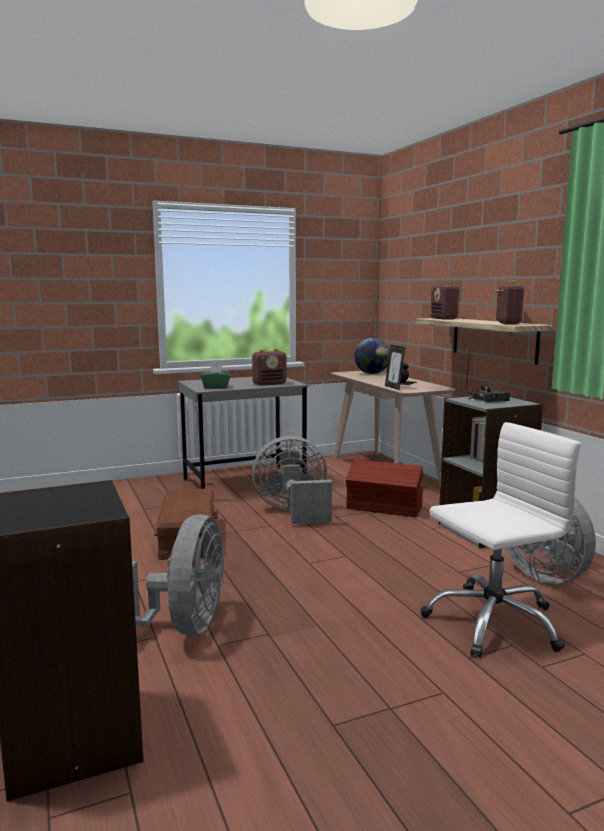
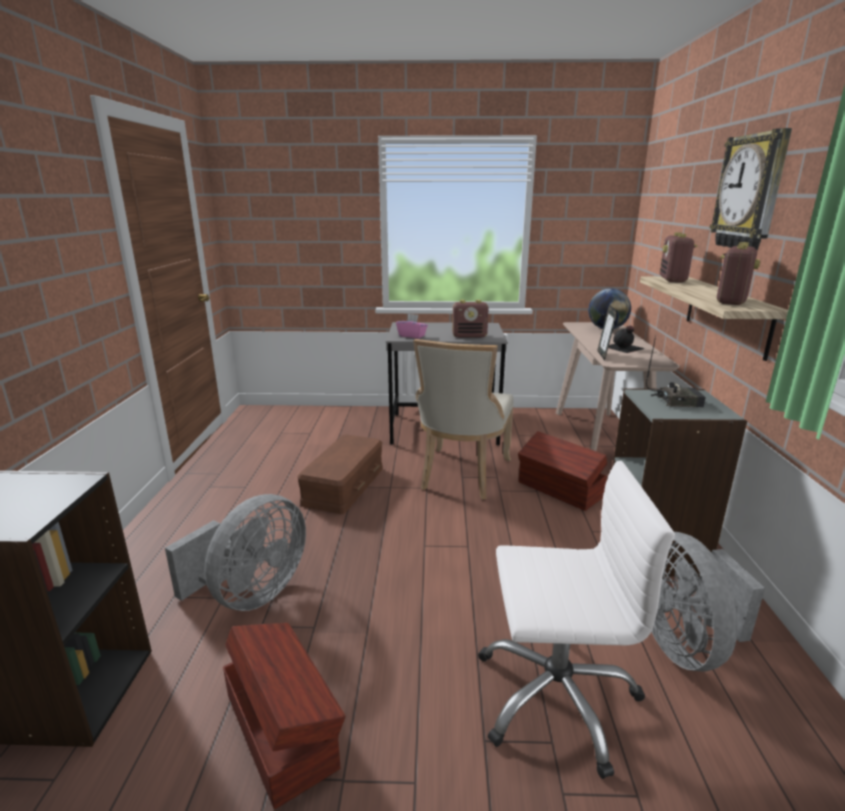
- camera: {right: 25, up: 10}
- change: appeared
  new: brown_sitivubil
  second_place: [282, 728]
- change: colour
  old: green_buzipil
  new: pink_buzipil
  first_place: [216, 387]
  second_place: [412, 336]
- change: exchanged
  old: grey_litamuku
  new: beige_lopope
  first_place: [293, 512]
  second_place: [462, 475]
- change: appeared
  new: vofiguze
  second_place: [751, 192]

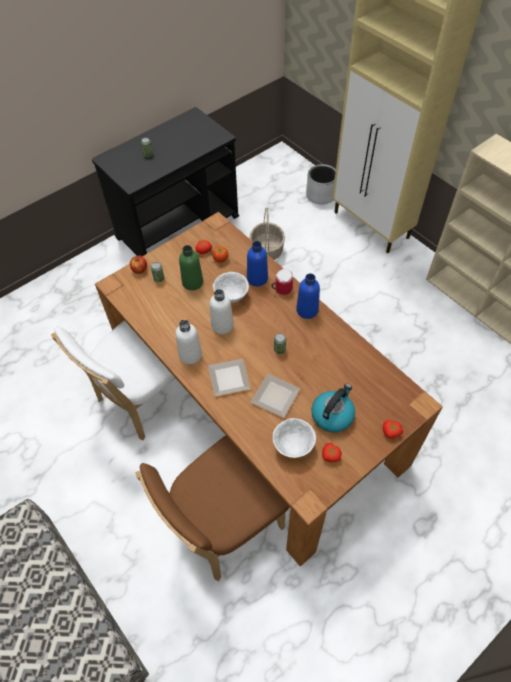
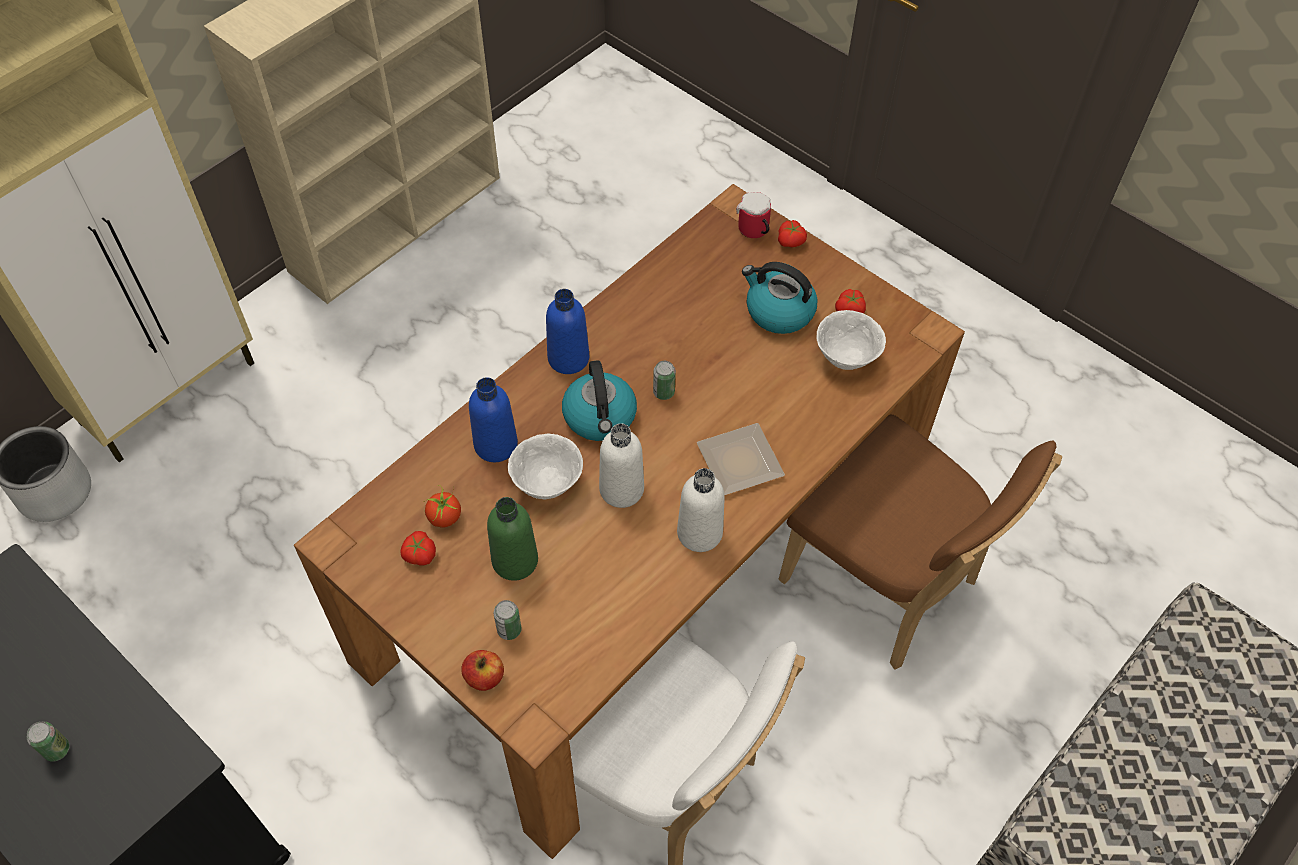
- camera: {right: -100, up: 0}
- change: appeared
  new: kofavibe
  second_place: [600, 417]
- change: relocated
  old: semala
  first_place: [281, 289]
  second_place: [754, 231]
- change: missing
  old: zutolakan
  first_place: [266, 250]
- change: missing
  old: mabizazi
  first_place: [275, 395]

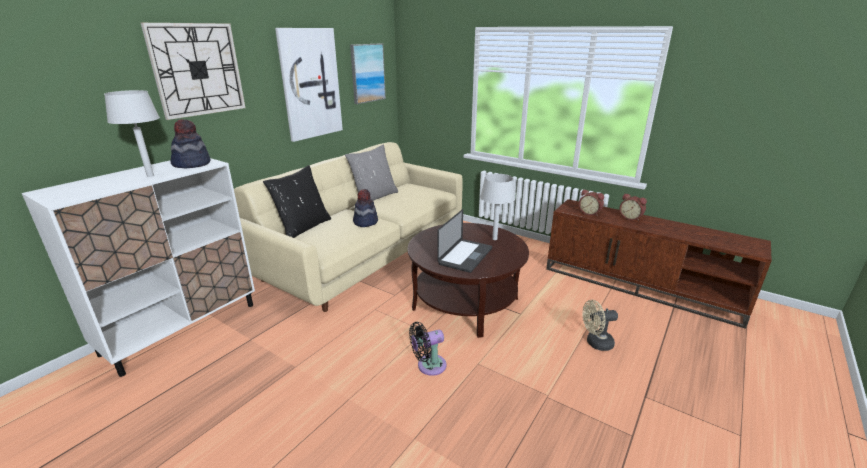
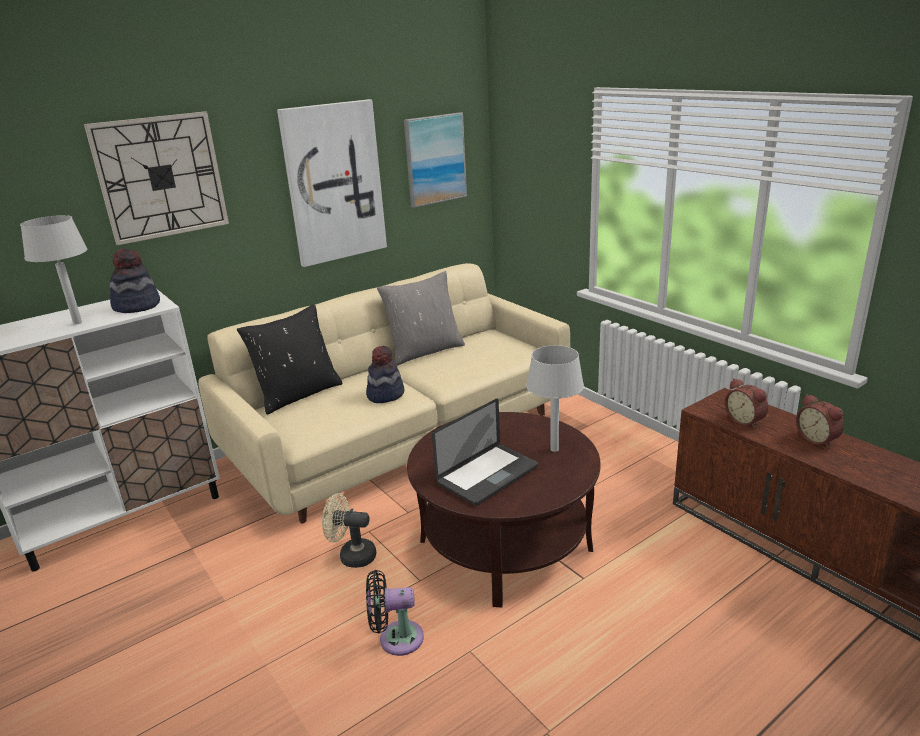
- camera: {right: 20, up: 0}
- change: relocated
  old: beige_litamuku
  first_place: [595, 343]
  second_place: [352, 556]

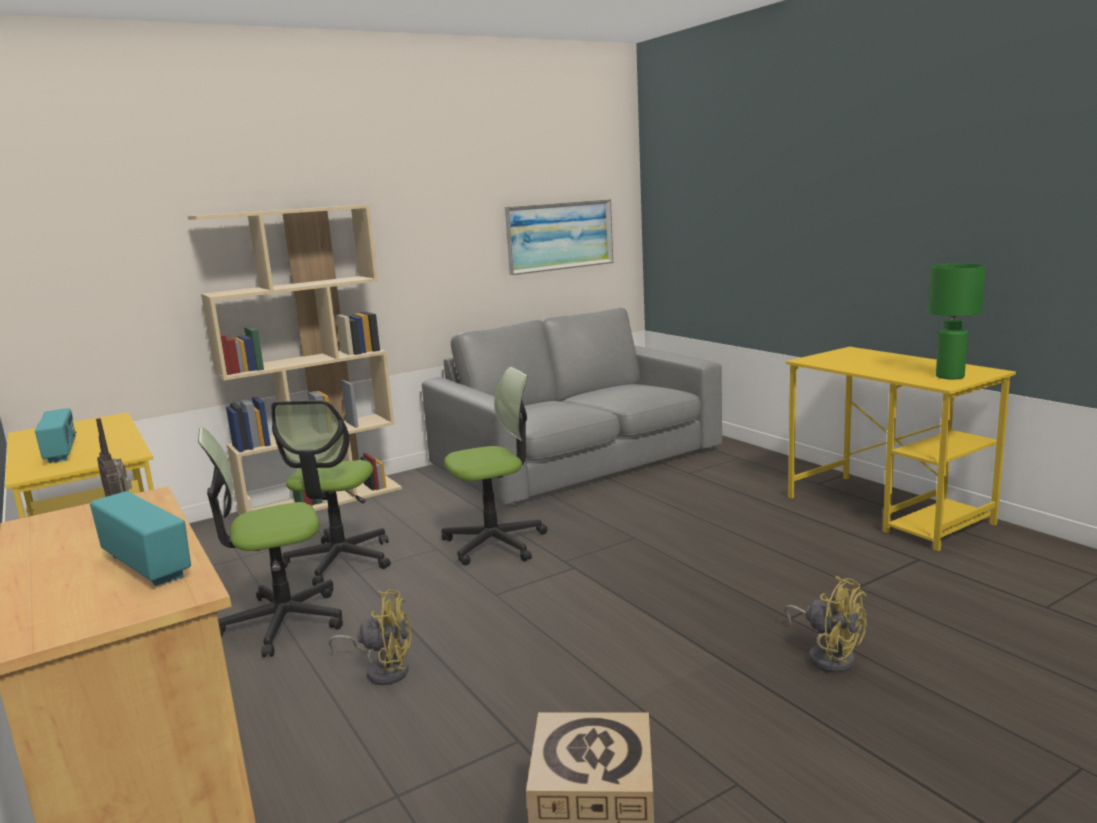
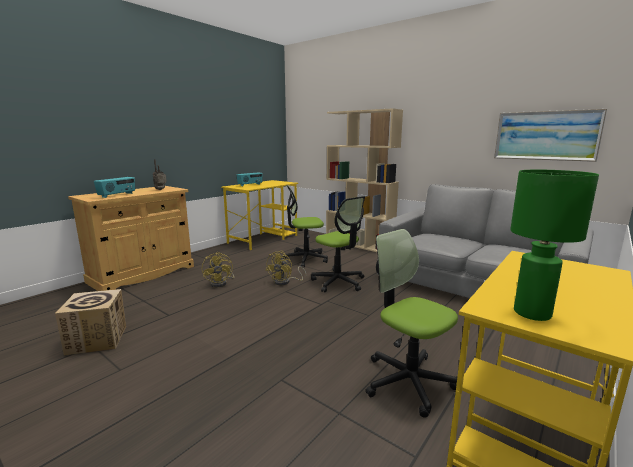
- camera: {right: 70, up: 0}
- change: relocated
  old: yellow_litamuku
  first_place: [828, 655]
  second_place: [285, 282]
- change: relocated
  old: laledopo
  first_place: [282, 622]
  second_place: [408, 381]

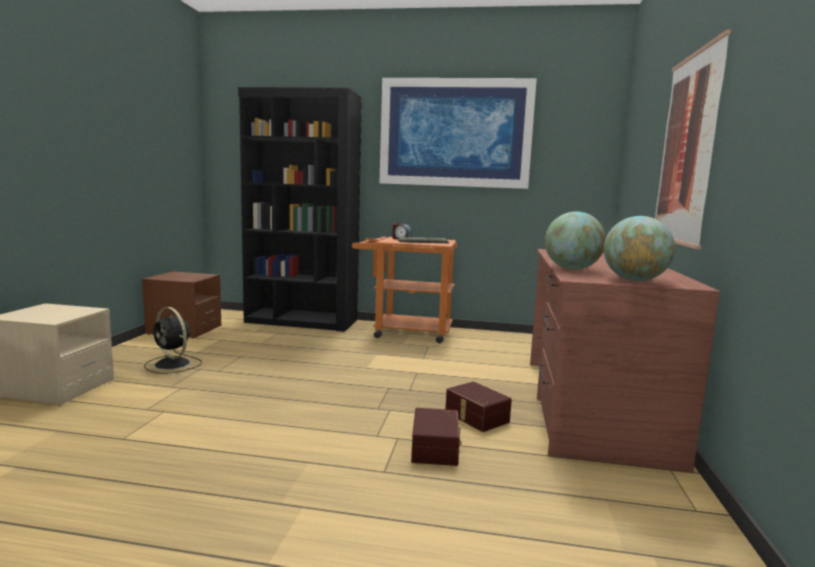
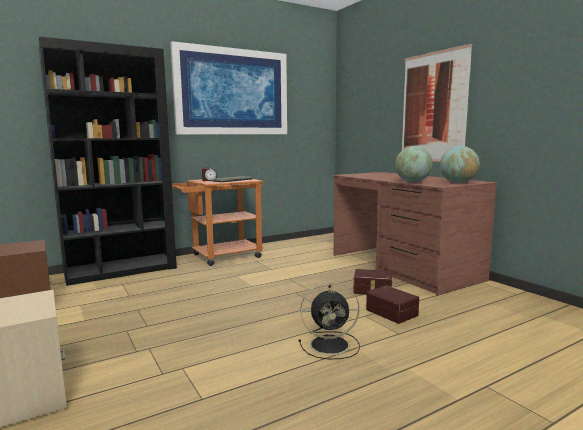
- camera: {right: -40, up: 0}
- change: relocated
  old: black_litamuku
  first_place: [173, 365]
  second_place: [331, 345]

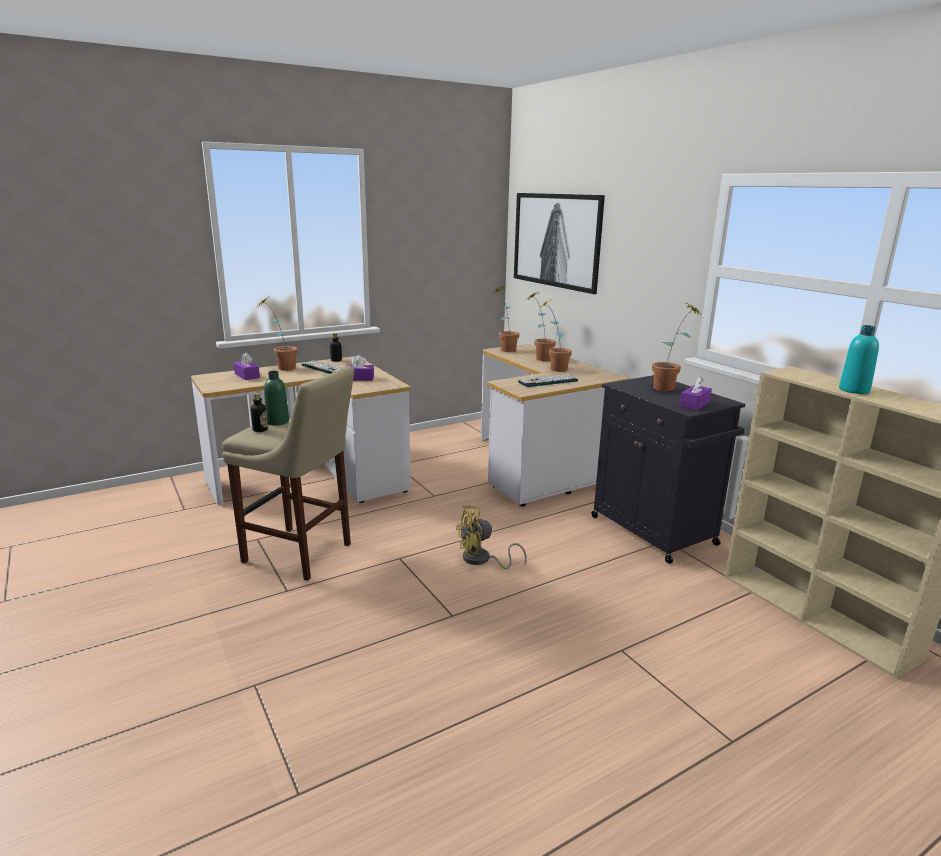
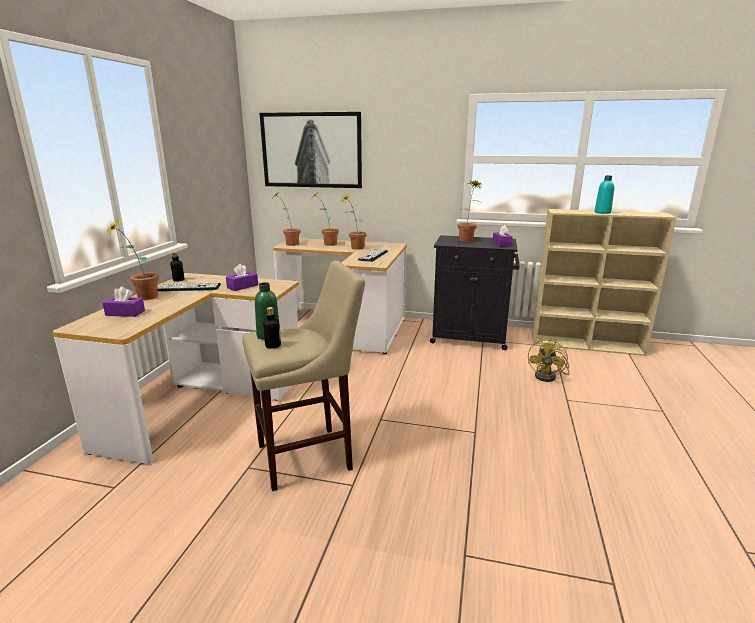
- camera: {right: -45, up: 0}
- change: relocated
  old: yellow_litamuku
  first_place: [482, 560]
  second_place: [549, 377]

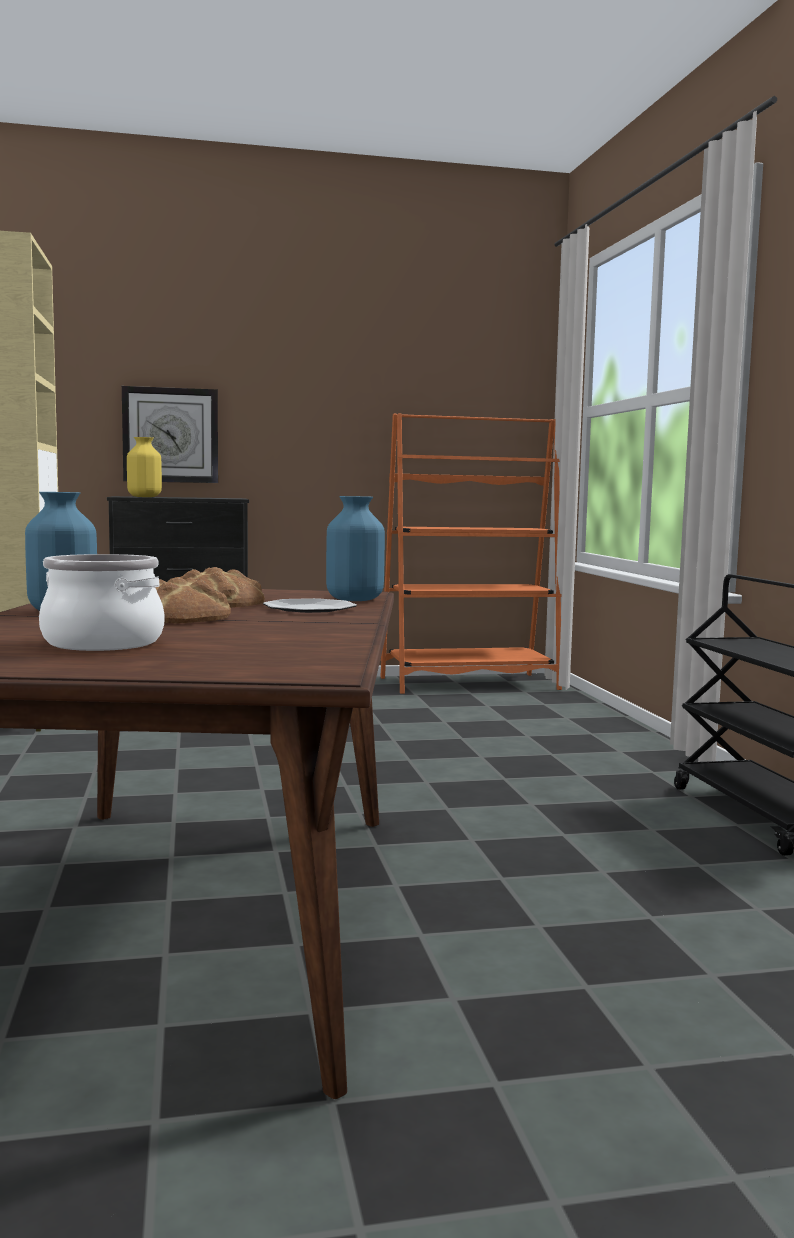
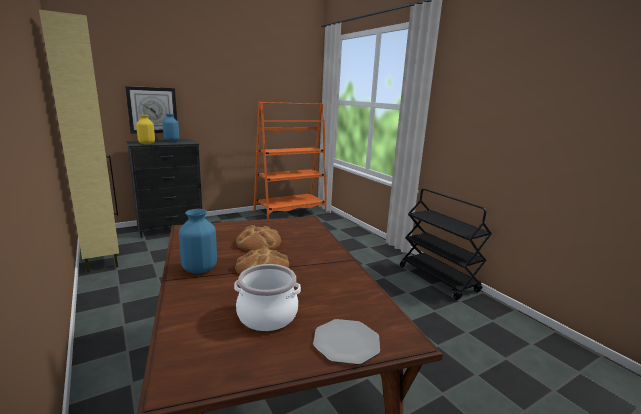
- camera: {right: -20, up: 10}
- change: relocated
  old: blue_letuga
  first_place: [354, 599]
  second_place: [171, 140]
- change: relocated
  old: mabizazi
  first_place: [309, 609]
  second_place: [346, 342]

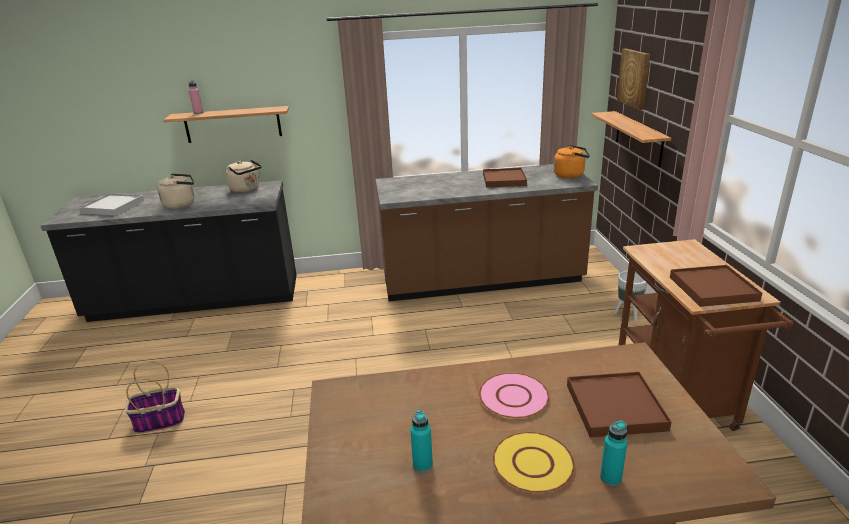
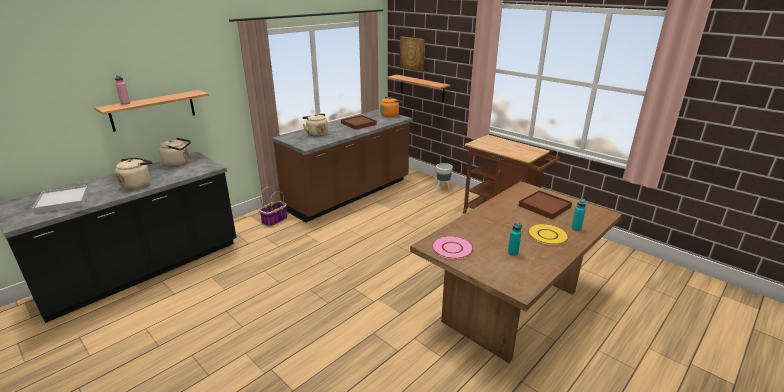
- camera: {right: -40, up: 0}
- change: relocated
  old: zutolakan
  first_place: [158, 422]
  second_place: [274, 220]
- change: appeared
  new: beige_kofavibe
  second_place: [316, 134]
- change: relocated
  old: pink_mabizazi
  first_place: [513, 396]
  second_place: [452, 248]
- change: missing
  old: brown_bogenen
  first_place: [712, 289]

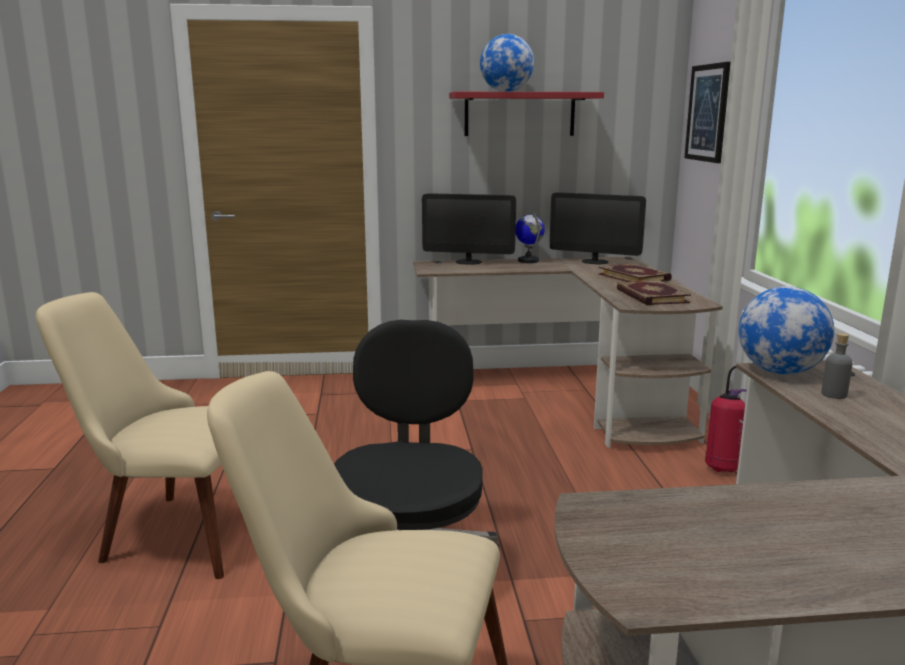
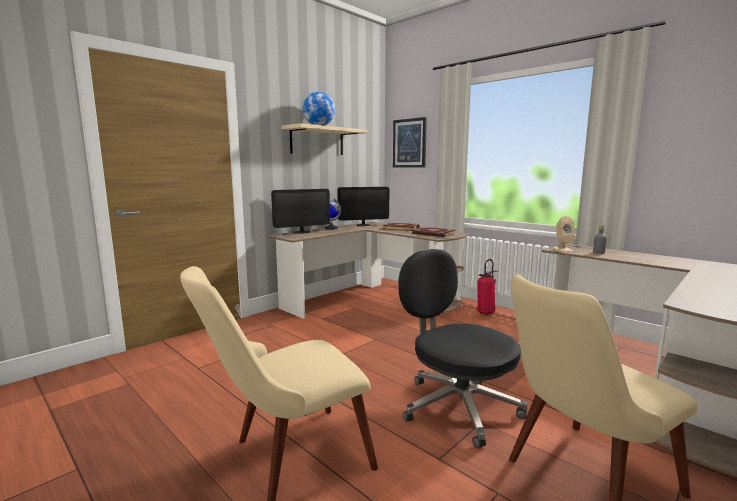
- camera: {right: -40, up: -5}
- change: colour
  old: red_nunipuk
  new: beige_nunipuk
  first_place: [519, 114]
  second_place: [317, 141]
- change: exchanged
  old: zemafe
  new: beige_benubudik
  first_place: [779, 372]
  second_place: [562, 249]

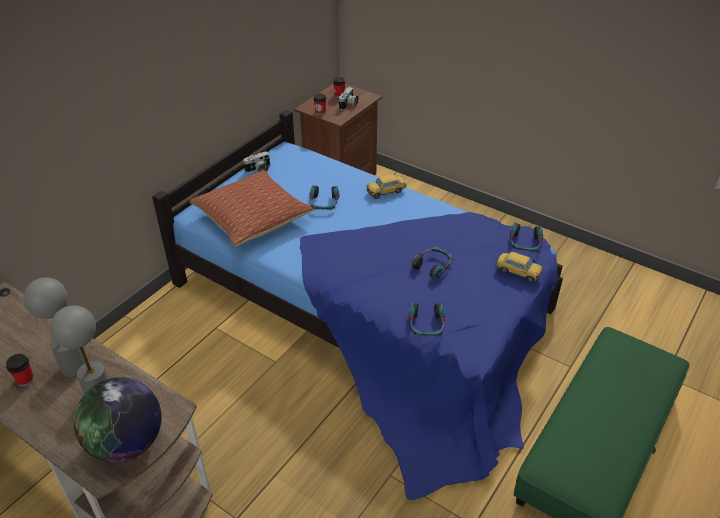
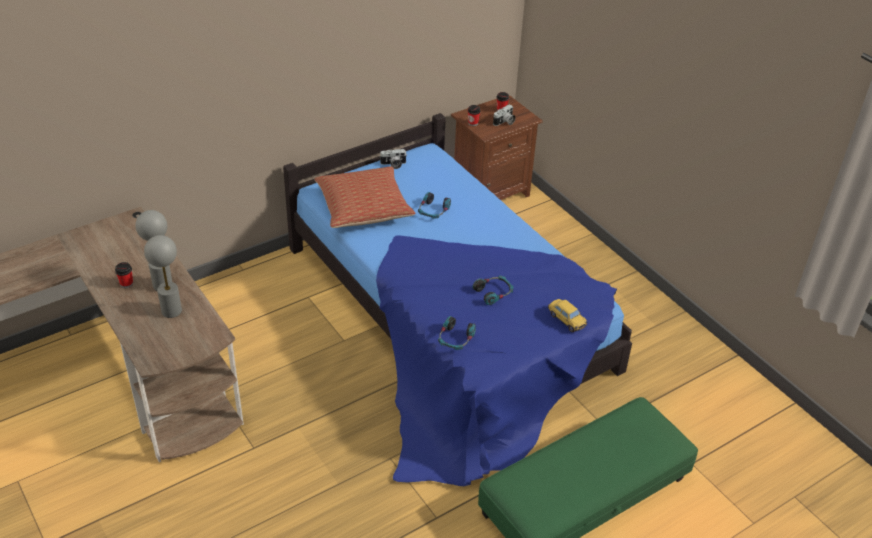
- camera: {right: 20, up: 0}
- change: missing
  old: zemafe
  first_place: [127, 443]
- change: missing
  old: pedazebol
  first_place: [386, 191]
- change: missing
  old: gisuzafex
  first_place: [525, 243]

